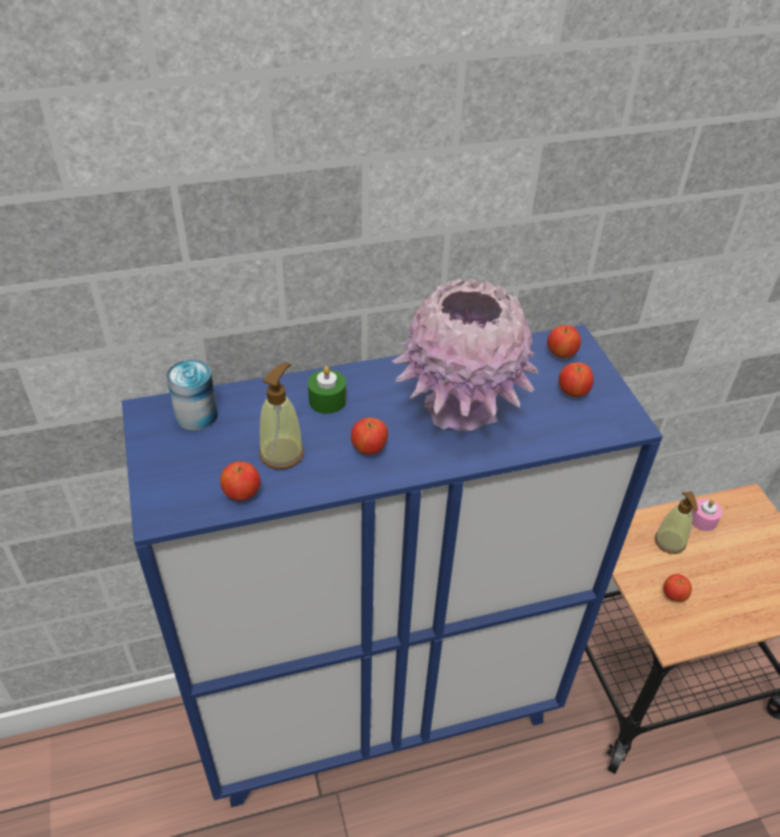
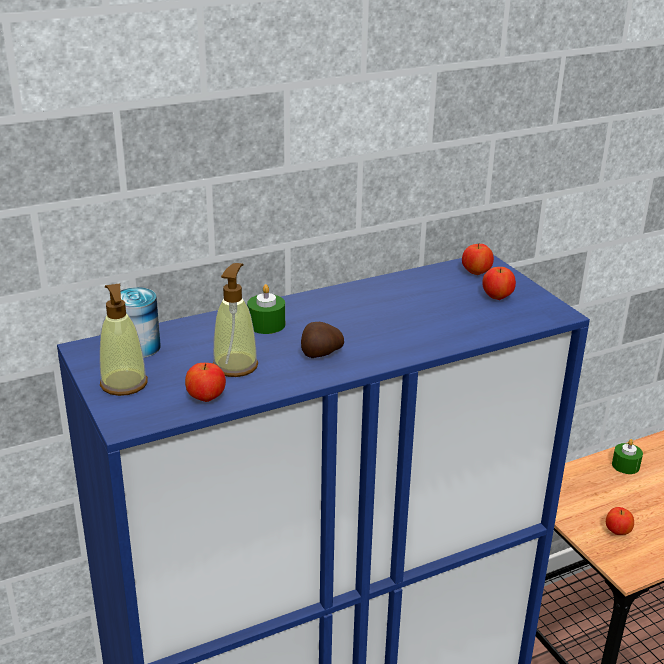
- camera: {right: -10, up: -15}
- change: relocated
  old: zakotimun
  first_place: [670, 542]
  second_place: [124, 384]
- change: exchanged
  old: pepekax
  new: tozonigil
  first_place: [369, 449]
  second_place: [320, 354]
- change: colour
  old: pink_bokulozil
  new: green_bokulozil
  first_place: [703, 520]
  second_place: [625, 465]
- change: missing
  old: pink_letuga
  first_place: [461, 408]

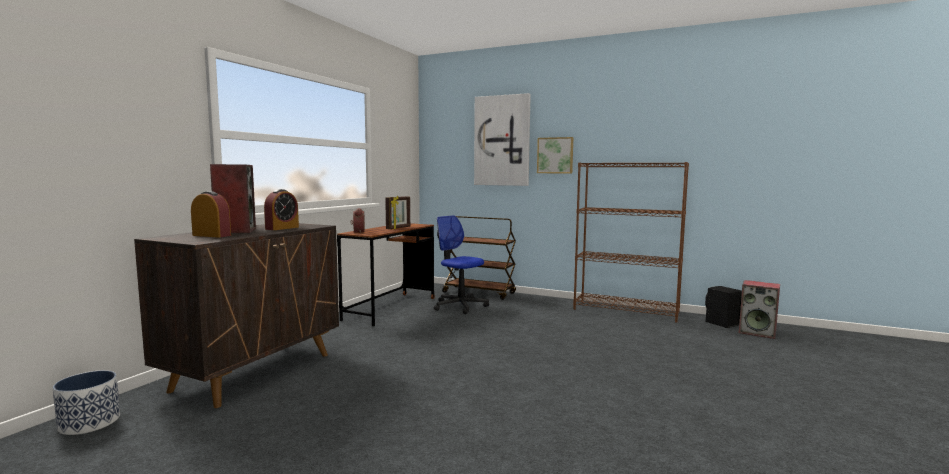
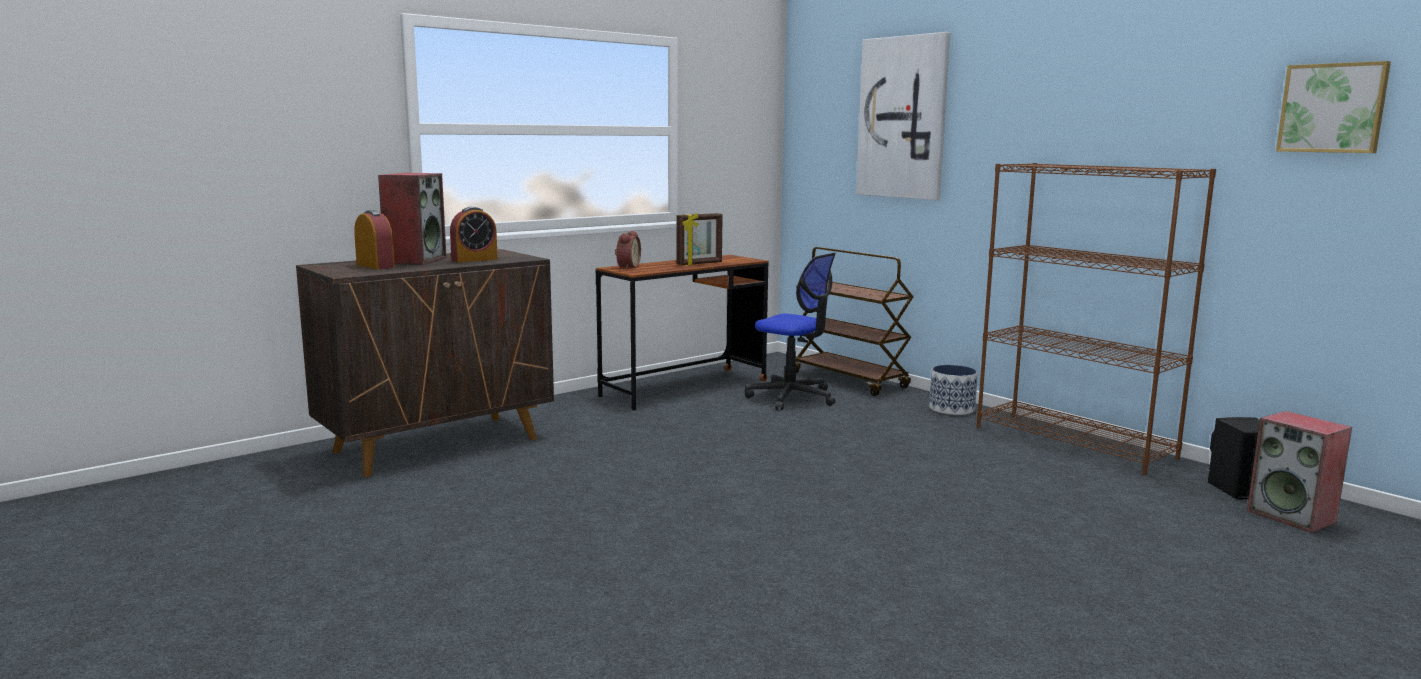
- camera: {right: 25, up: 5}
- change: spun
  old: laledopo
  first_place: [460, 306]
  second_place: [792, 397]
  degrees: 150
- change: relocated
  old: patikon
  first_place: [89, 423]
  second_place: [951, 409]
- change: relocated
  old: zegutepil
  first_place: [555, 155]
  second_place: [1332, 108]

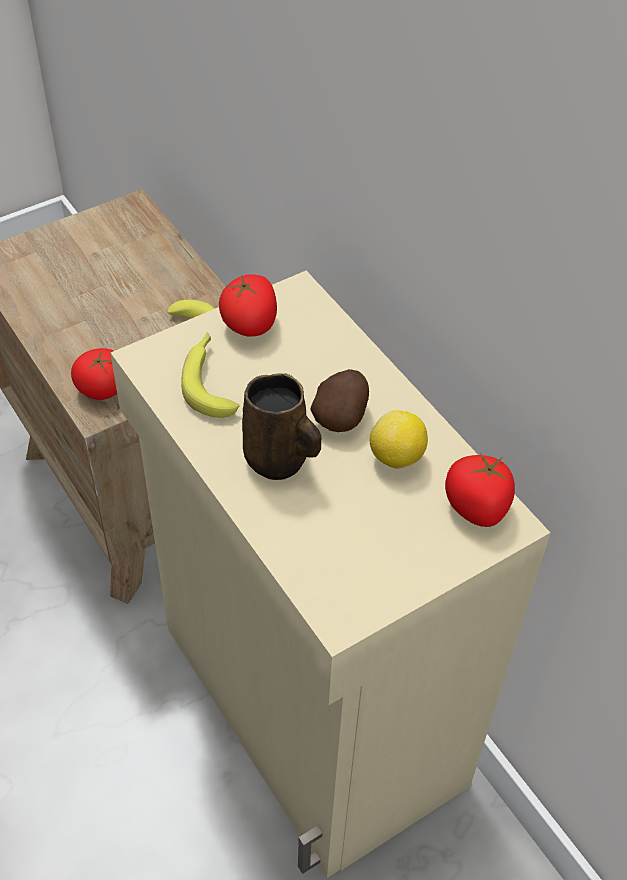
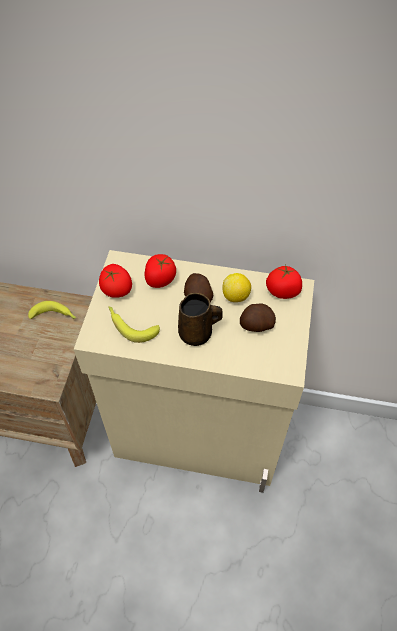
- camera: {right: -45, up: 5}
- change: relocated
  old: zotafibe
  first_place: [102, 389]
  second_place: [160, 279]
- change: appeared
  new: tozonigil
  second_place: [256, 325]

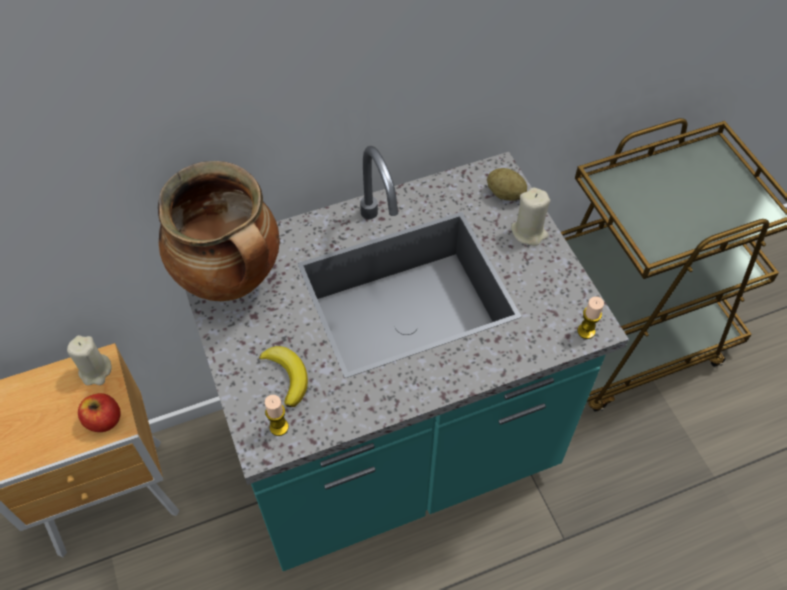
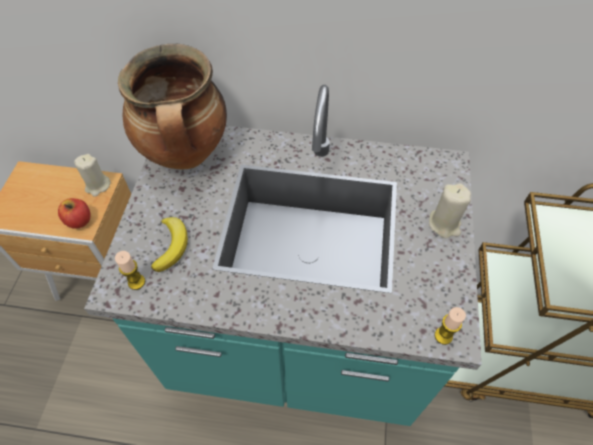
- camera: {right: 30, up: 0}
- change: missing
  old: tozonigil
  first_place: [505, 194]

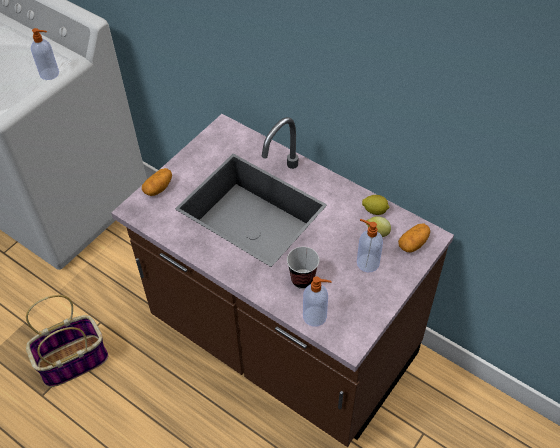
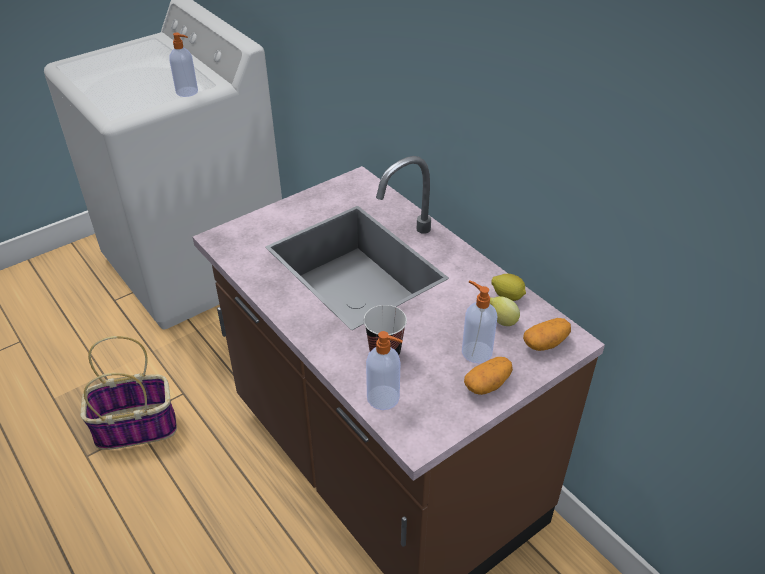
- camera: {right: 15, up: -10}
- change: relocated
  old: tozonigil
  first_place: [158, 188]
  second_place: [487, 384]

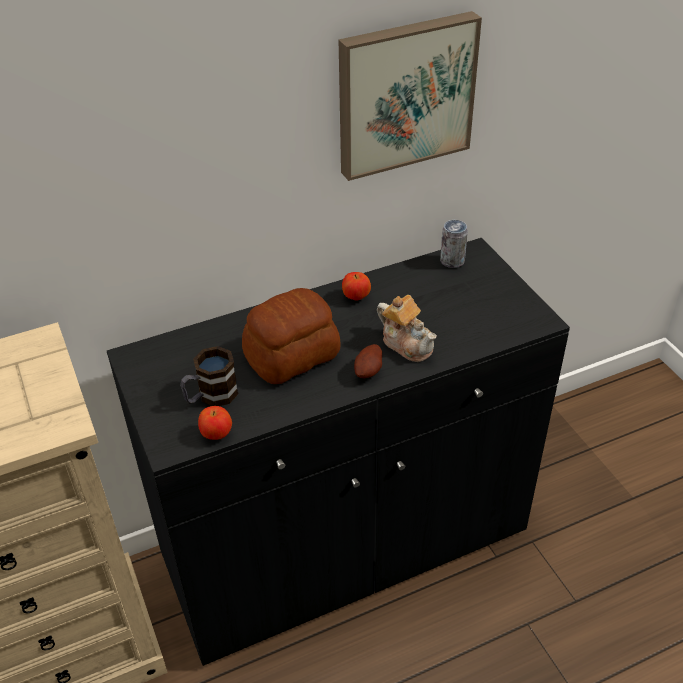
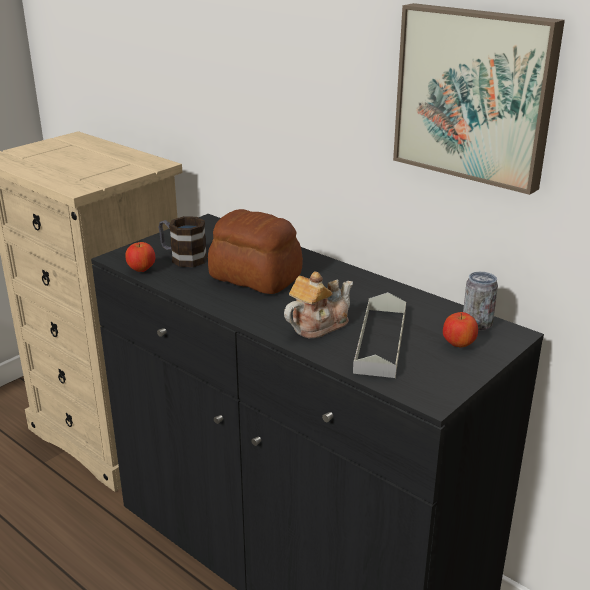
- camera: {right: 65, up: -15}
- change: spun
  old: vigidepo
  first_place: [407, 343]
  second_place: [318, 325]
  degrees: -150
- change: appeared
  new: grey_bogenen
  second_place: [380, 341]
- change: relocated
  old: pepekax
  first_place: [356, 297]
  second_place: [458, 345]
- change: missing
  old: tozonigil
  first_place: [369, 371]

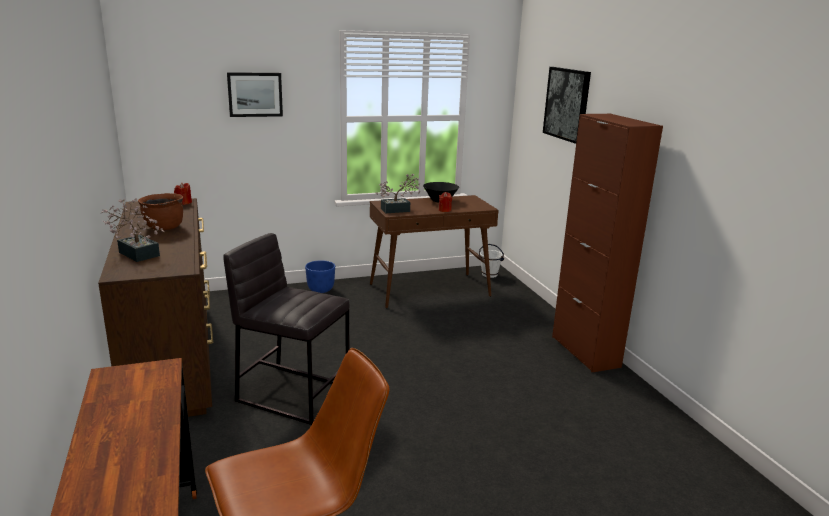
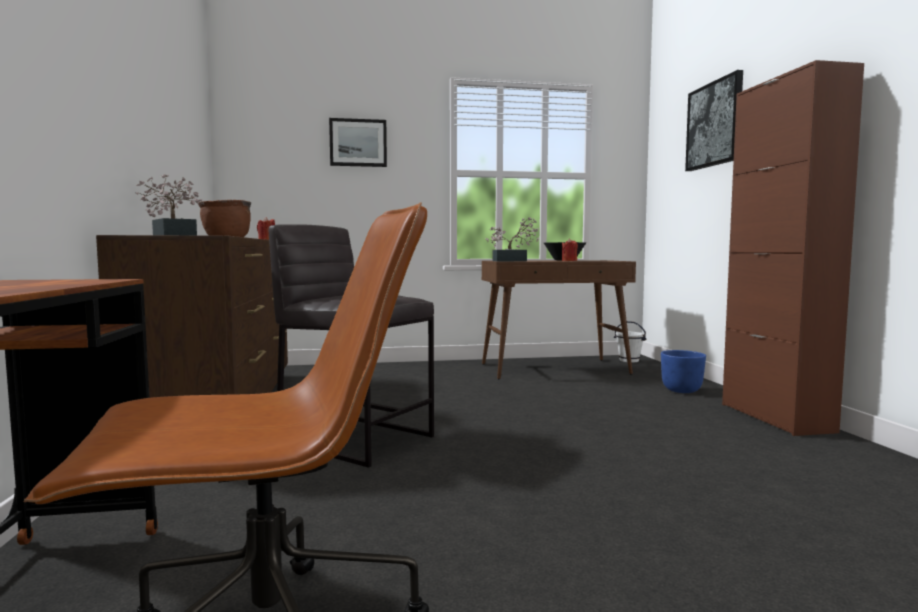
- camera: {right: 10, up: -15}
- change: relocated
  old: blue_patikon
  first_place: [321, 290]
  second_place: [682, 390]

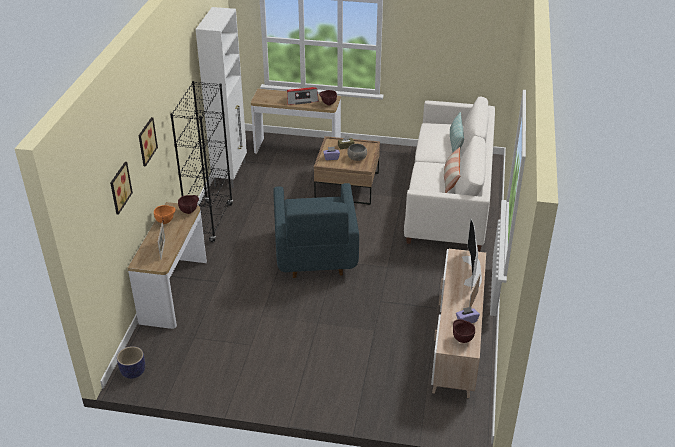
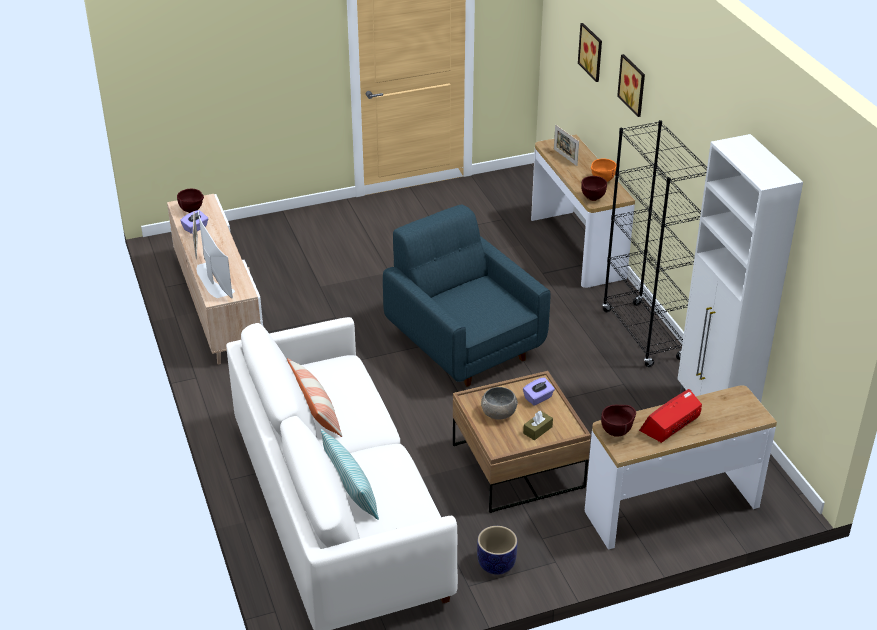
- camera: {right: 150, up: 0}
- change: relocated
  old: patikon
  first_place: [133, 372]
  second_place: [496, 564]

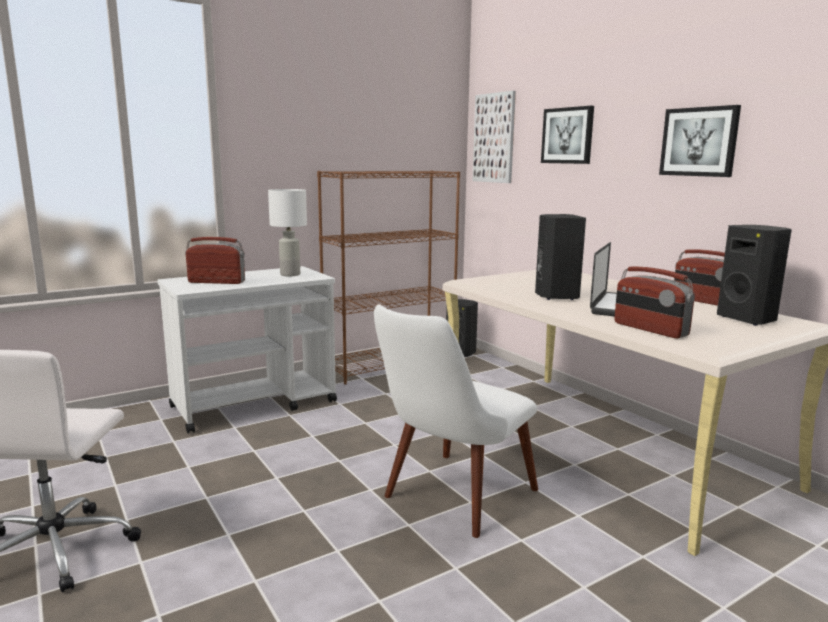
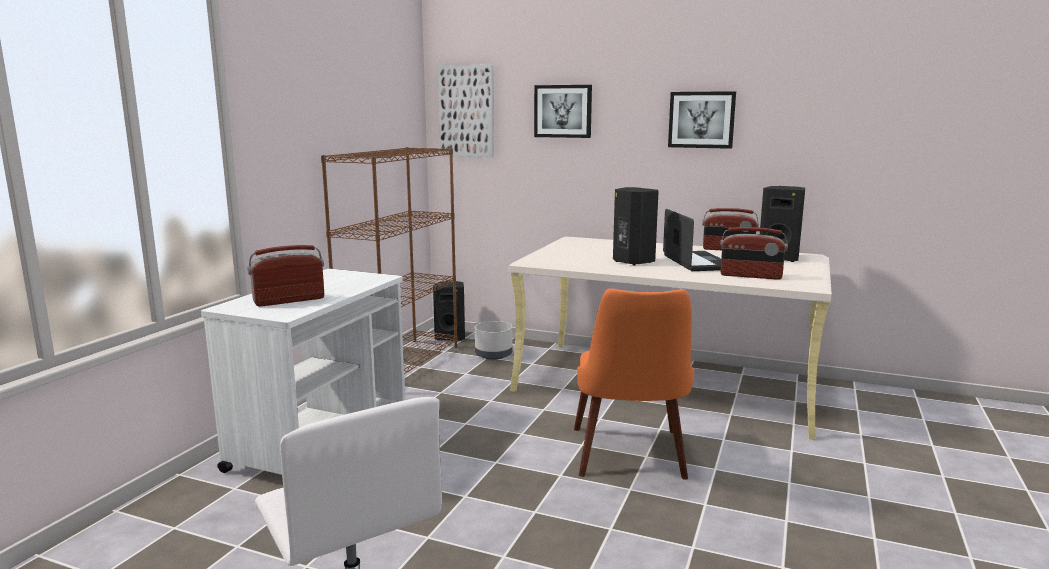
- camera: {right: -35, up: 0}
- change: appeared
  new: grey_patikon
  second_place: [494, 355]
- change: colour
  old: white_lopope
  new: orange_lopope
  first_place: [449, 500]
  second_place: [630, 461]
- change: missing
  old: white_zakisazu
  first_place: [290, 274]

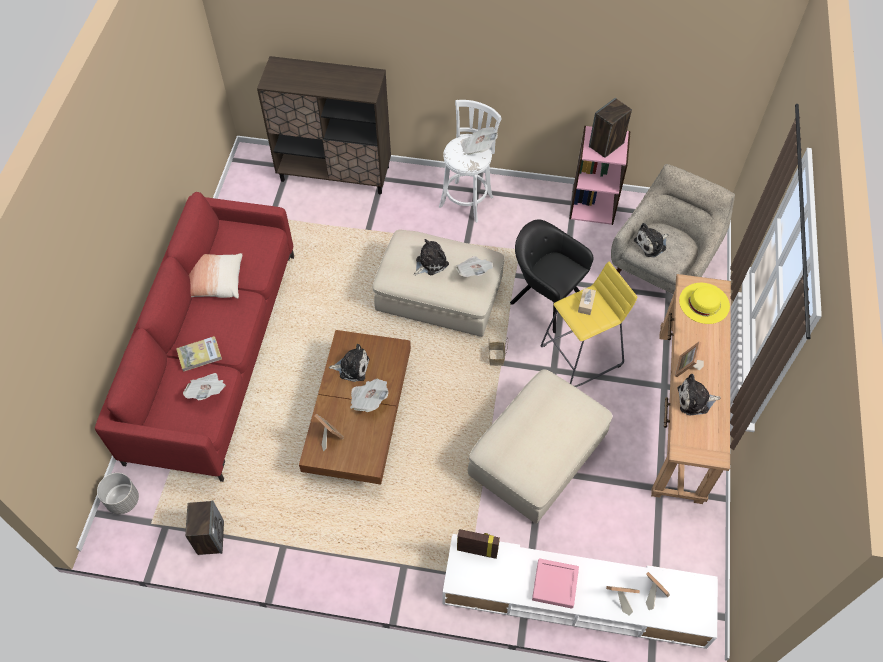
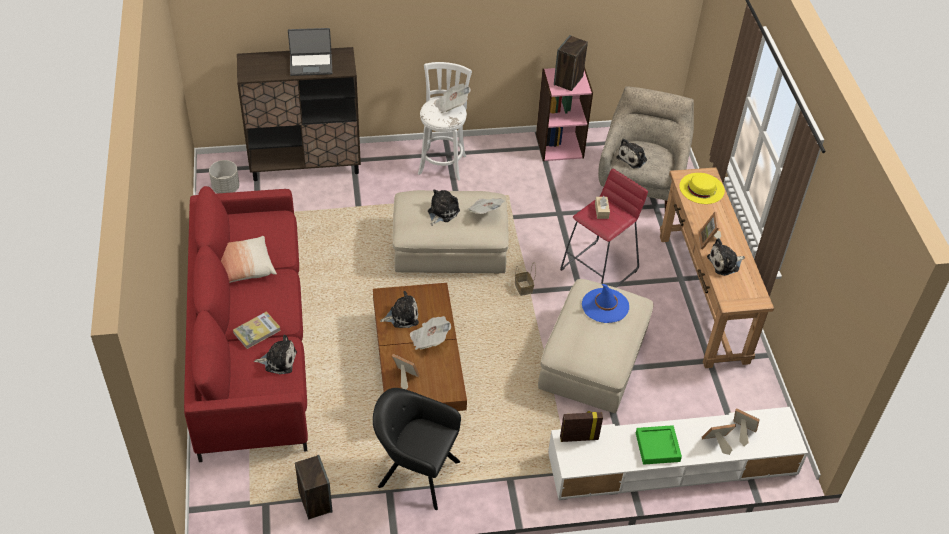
- camera: {right: -20, up: -10}
- change: relocated
  old: grey_patikon
  first_place: [123, 500]
  second_place: [225, 188]
- change: exchanged
  old: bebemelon
  new: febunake
  first_place: [207, 391]
  second_place: [278, 360]
- change: appeared
  new: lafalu
  second_place: [311, 64]
- change: relocated
  old: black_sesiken
  first_place: [544, 299]
  second_place: [415, 473]
- change: colour
  old: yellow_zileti
  new: red_zileti
  first_place: [582, 355]
  second_place: [599, 270]
- change: appeared
  new: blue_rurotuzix
  second_place: [605, 306]
- change: colour
  old: pink_bogenen
  new: green_bogenen
  first_place: [555, 584]
  second_place: [657, 447]

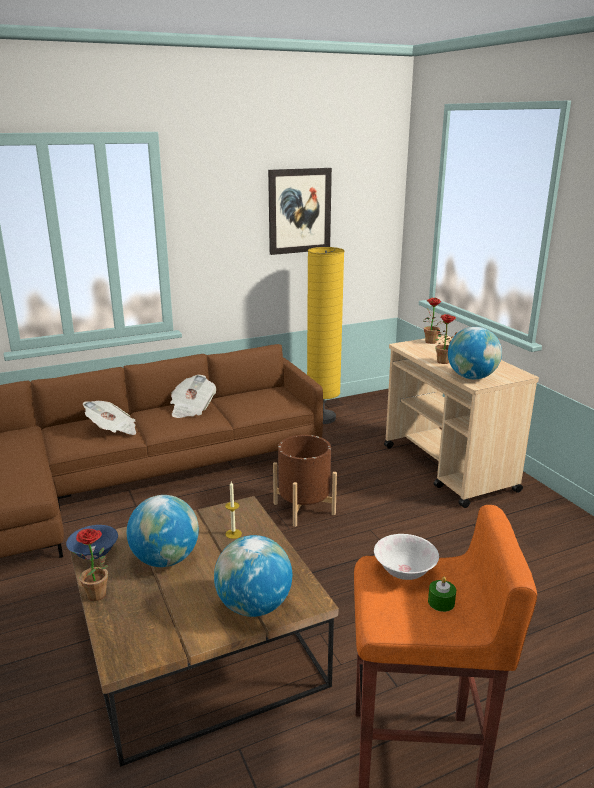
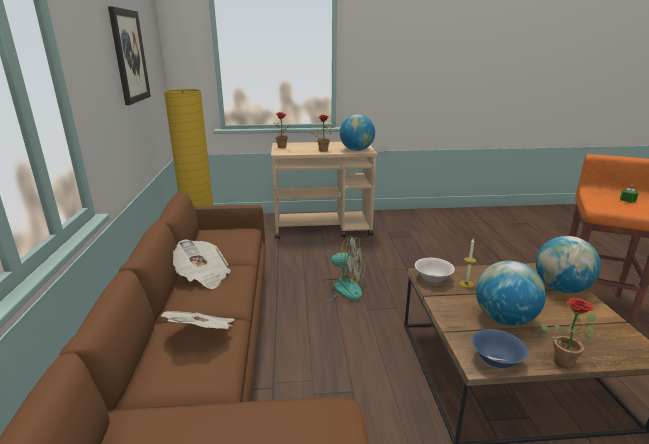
- camera: {right: -70, up: 0}
- change: exchanged
  old: brown_patikon
  new: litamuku
  first_place: [304, 508]
  second_place: [340, 289]
- change: relocated
  old: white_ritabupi
  first_place: [404, 571]
  second_place: [432, 279]

